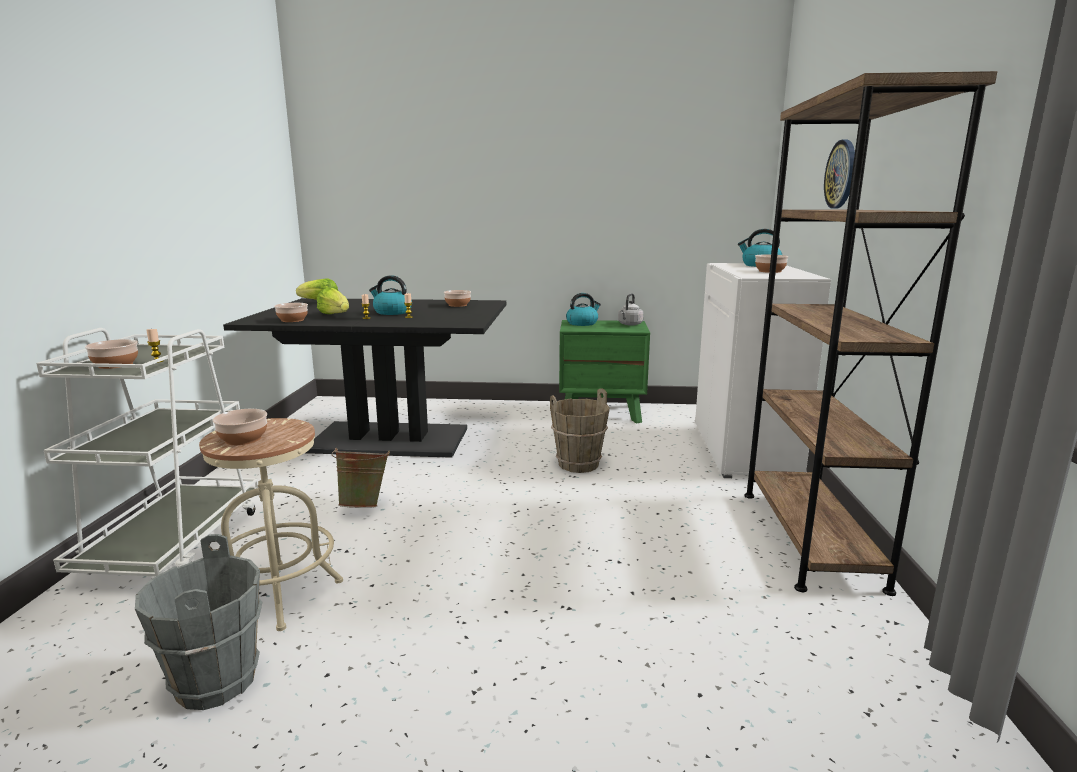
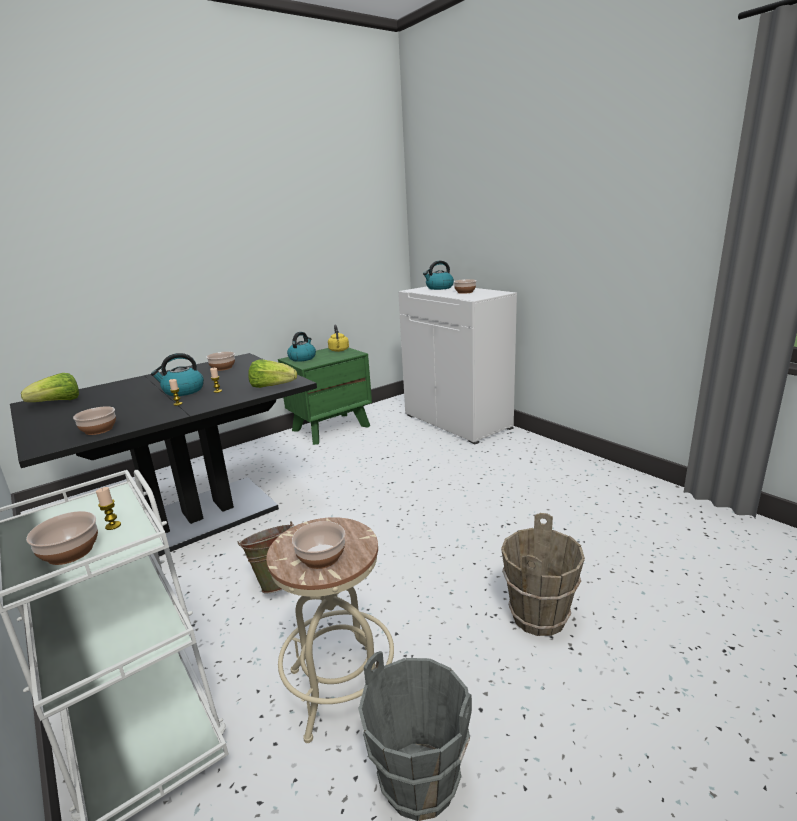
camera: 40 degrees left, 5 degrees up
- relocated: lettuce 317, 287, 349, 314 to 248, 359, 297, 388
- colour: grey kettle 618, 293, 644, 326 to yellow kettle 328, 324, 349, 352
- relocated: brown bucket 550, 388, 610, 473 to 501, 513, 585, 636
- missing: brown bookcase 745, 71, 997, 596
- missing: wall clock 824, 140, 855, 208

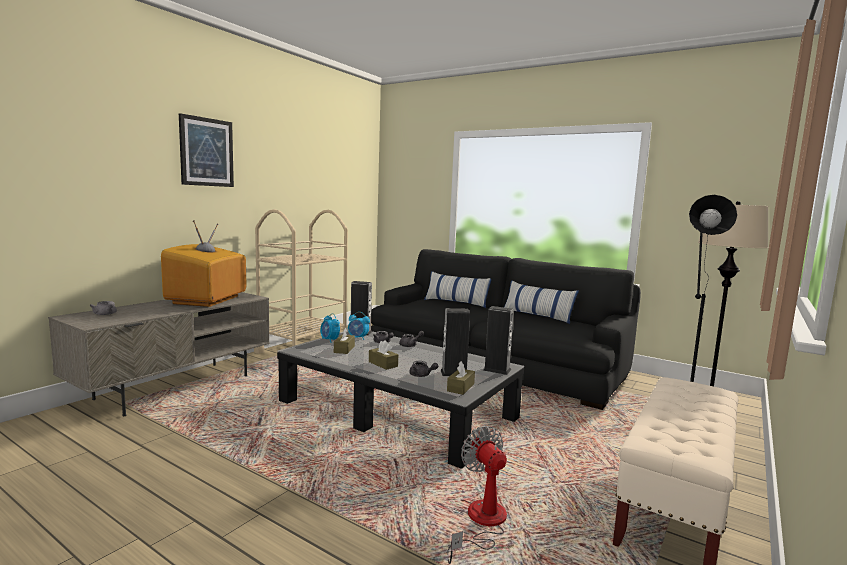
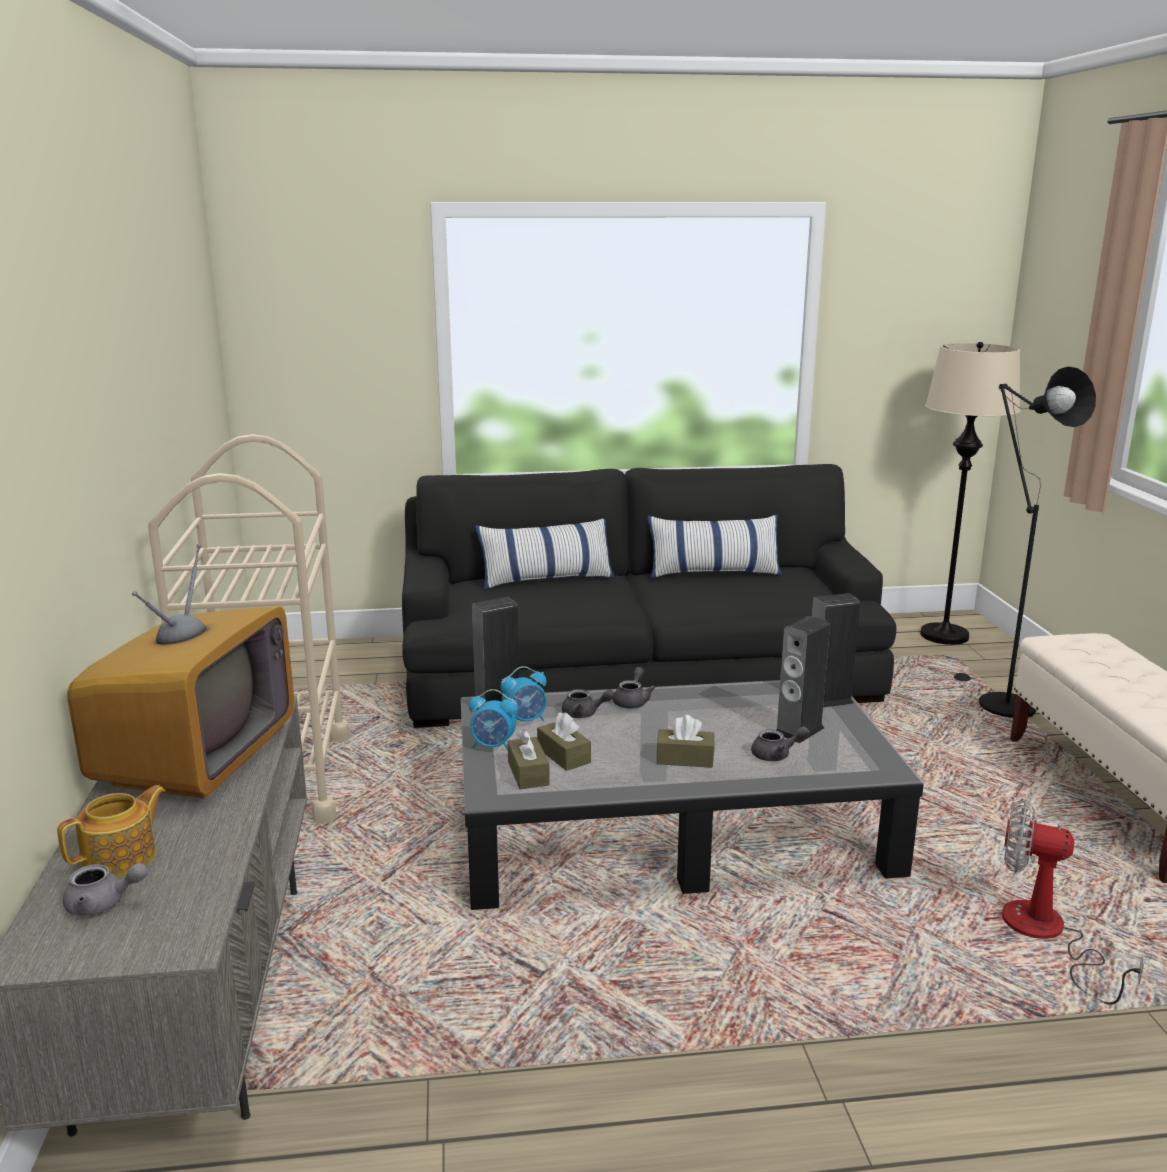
camera: 40 degrees left, 10 degrees up
- appeared: teapot 57, 785, 166, 877
- spun: television 161, 220, 246, 307 = 67, 544, 294, 798 135 degrees counterclockwise
- relocated: brown tissue box 447, 361, 475, 395 to 507, 729, 550, 789
- missing: picture 179, 113, 234, 187

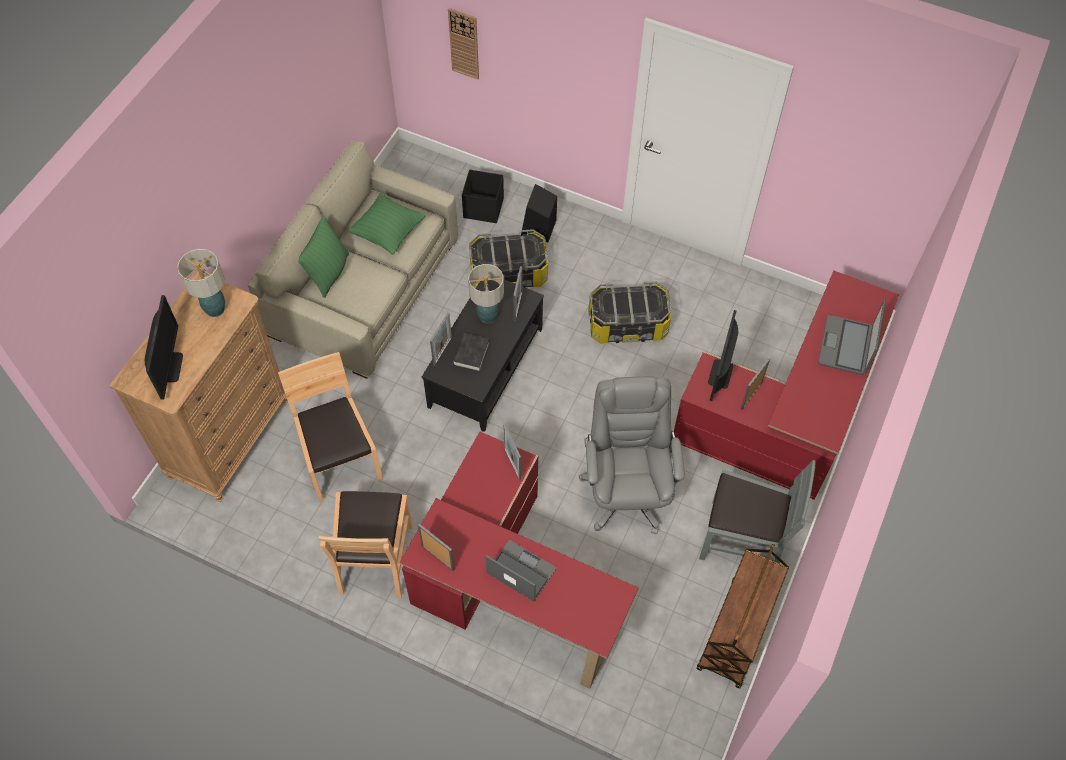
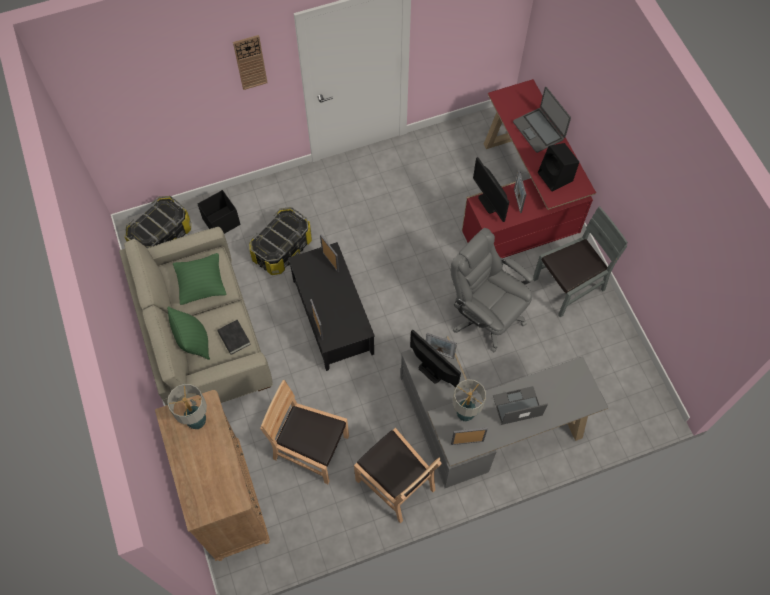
camera: 45 degrees left, 5 degrees up
- relocated: storage box 588, 281, 672, 343 to 125, 196, 191, 248
- relocated: black book 453, 333, 489, 372 to 217, 320, 251, 355
- relocated: wall clock 448, 8, 479, 79 to 233, 35, 268, 90
- colour: red desk 399, 432, 639, 689 to grey desk 401, 336, 608, 488
- relocated: monitor 145, 295, 183, 400 to 410, 330, 461, 388
- relocated: table lamp 468, 264, 504, 324 to 453, 379, 486, 421
- relocated: black speaker 521, 184, 557, 242 to 538, 143, 579, 191
- missing: brown cart 697, 544, 789, 689

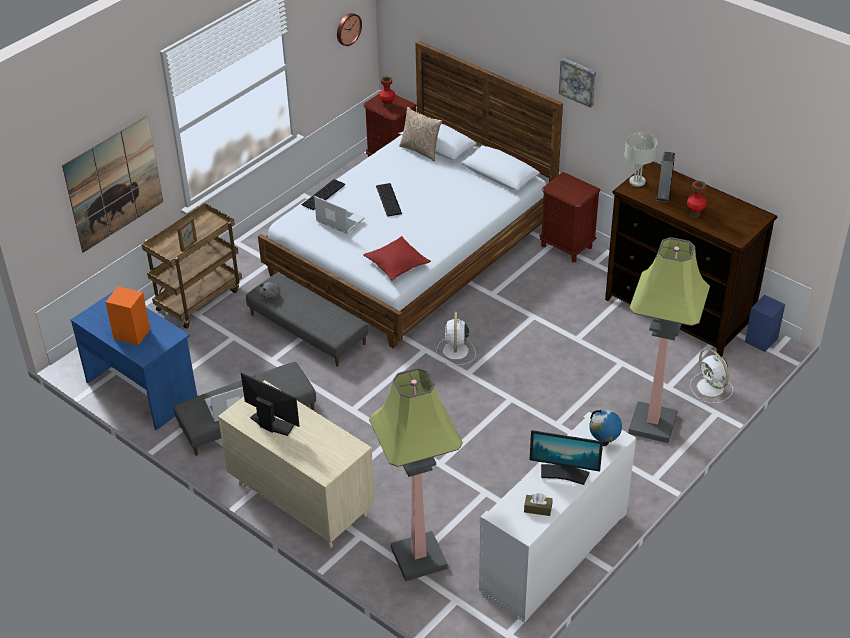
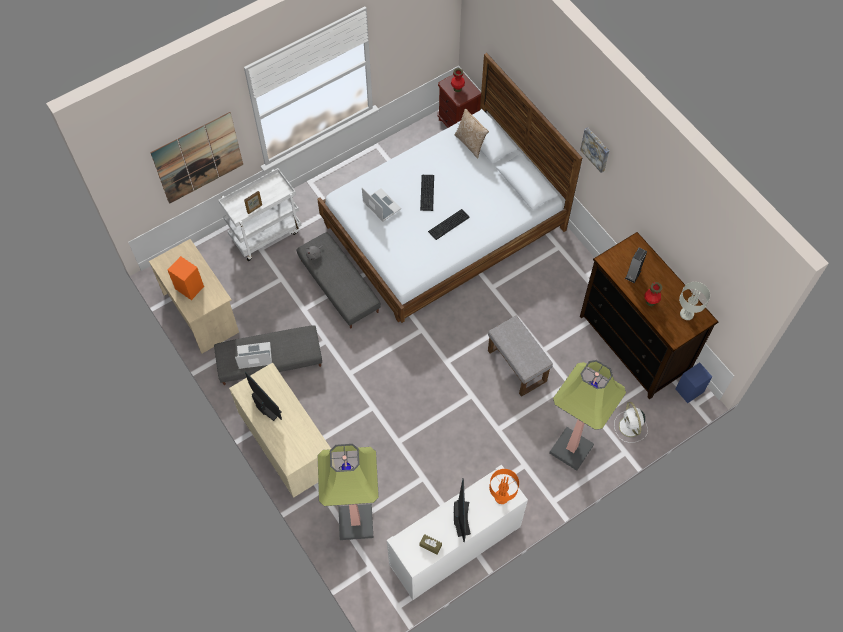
camera: 15 degrees right, 20 degrees up
- colour: blue desk 71, 290, 197, 430 to beige desk 149, 239, 239, 353
- colour: brown cart 142, 203, 242, 329 to white cart 218, 168, 302, 261
- relocated: keyboard 301, 179, 345, 210 to 428, 209, 470, 240
- spun: monitor 530, 430, 603, 485 = 454, 478, 471, 542 120 degrees counterclockwise
- appeared: grey ottoman 488, 316, 553, 397
- exchanged: globe 590, 410, 622, 446 to orange table lamp 489, 469, 519, 504
- relocated: grey table lamp 625, 133, 658, 187 to 679, 282, 710, 320
- missing: wall clock 337, 13, 362, 46
- missing: red pillow 363, 236, 431, 281
- missing: white fan 436, 312, 476, 365
- missing: brown nightstand 539, 172, 601, 262

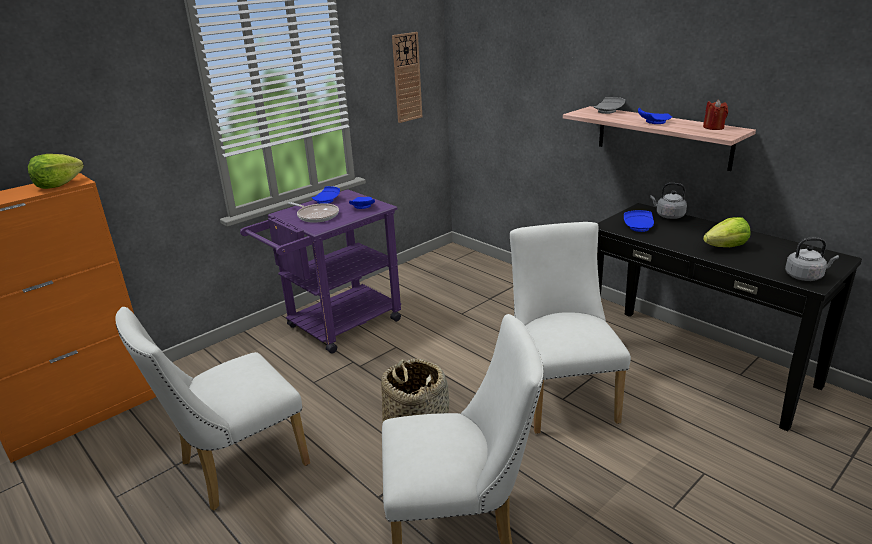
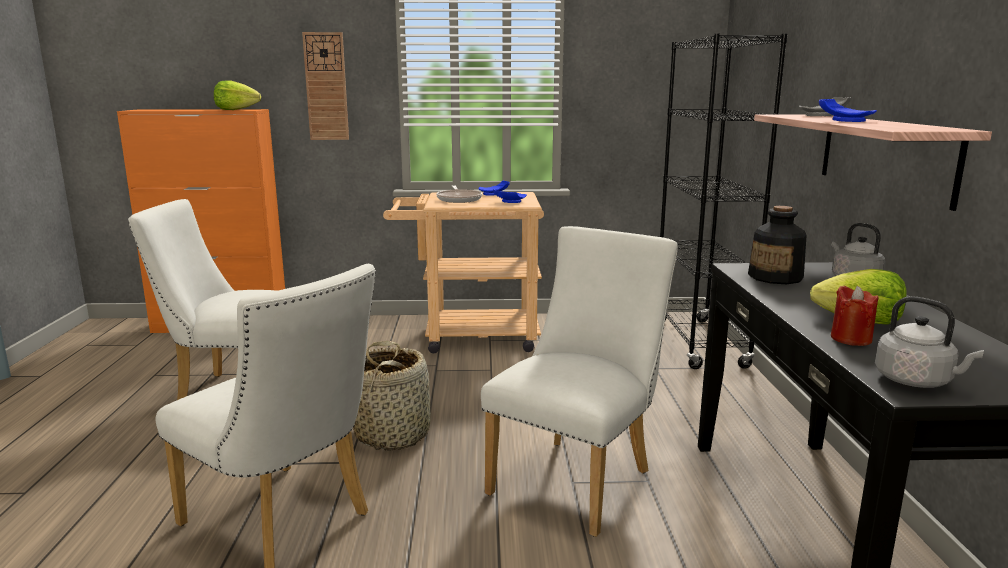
camera: 40 degrees right, 10 degrees down
- relocated: wall clock 392, 32, 422, 123 to 302, 32, 349, 140
- colour: purple cart 240, 189, 401, 354 to beige cart 383, 192, 544, 354
- appeared: black bookcase 660, 34, 787, 369
- exchanged: blue plate 624, 210, 654, 232 to bottle 748, 206, 807, 284
- relocated: red candle 703, 100, 728, 130 to 831, 286, 879, 346

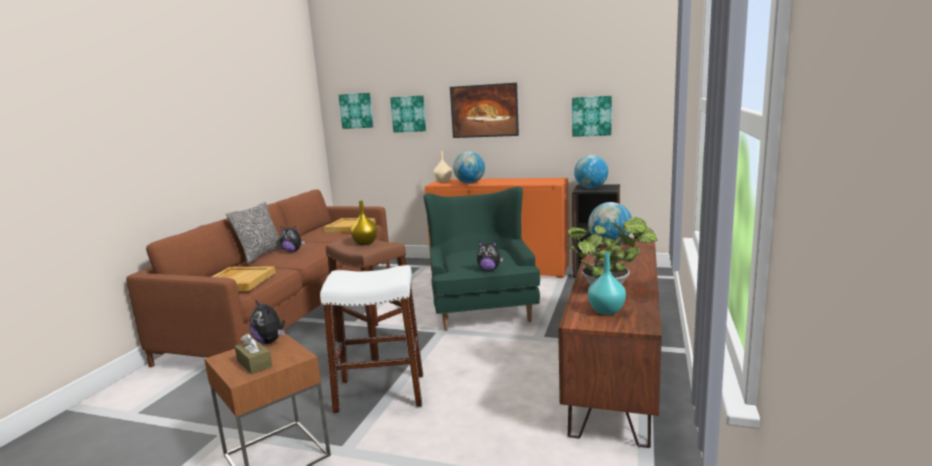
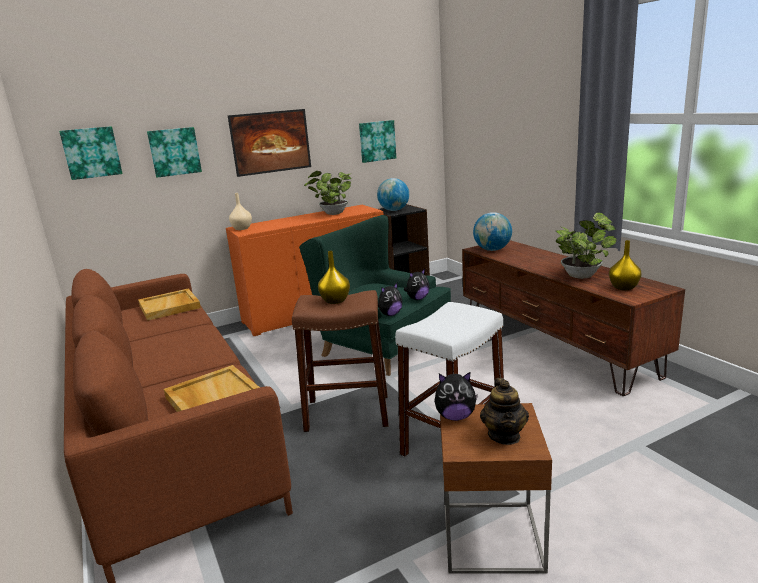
camera: 45 degrees left, 5 degrees up
- appeared: potted plant 304, 171, 352, 215
- relocated: plush toy 280, 226, 305, 252 to 378, 283, 403, 316
- exchanged: brown tissue box 235, 333, 272, 374 to teapot 480, 378, 529, 445
- colour: turquoise vase 588, 253, 626, 315 to yellow vase 609, 240, 642, 290
- missing: pillow 226, 202, 283, 263
- missing: globe 453, 152, 485, 184

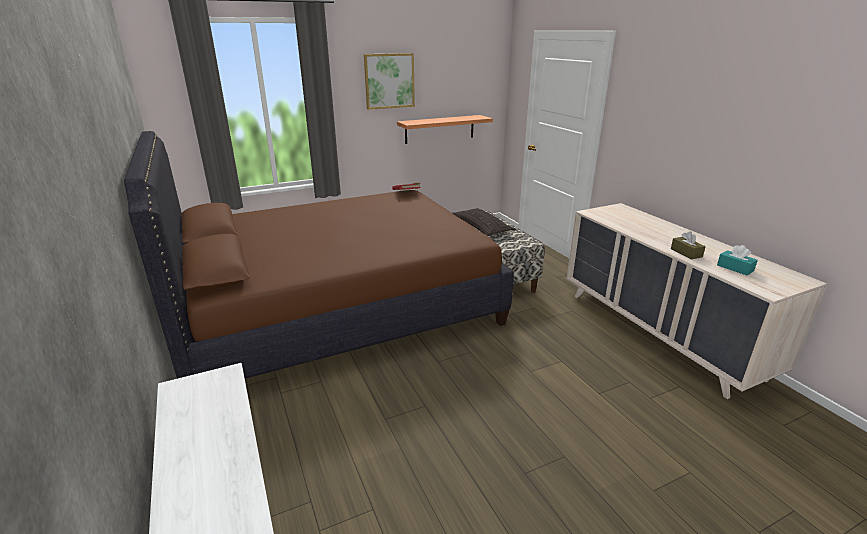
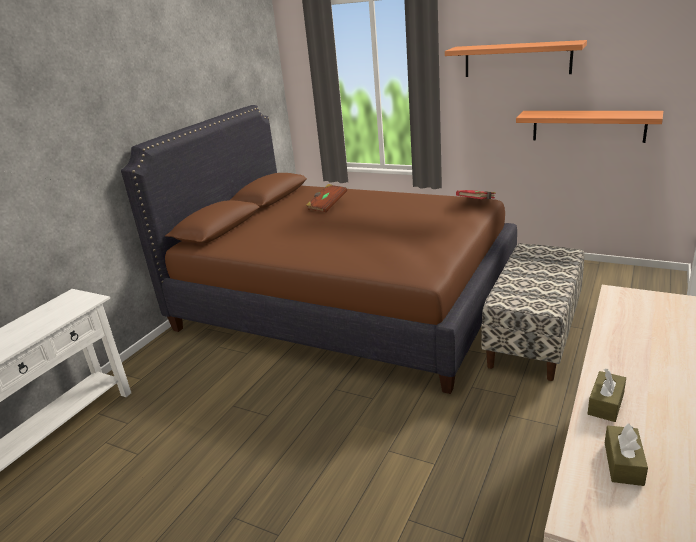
camera: 55 degrees right, 0 degrees up
- appeared: brown book 306, 184, 347, 213
- exchanged: picture 364, 53, 415, 110 to shelf 445, 40, 587, 77
- colour: turquoise tissue box 717, 245, 758, 275 to brown tissue box 605, 423, 648, 486
- missing: pillow 452, 208, 516, 236

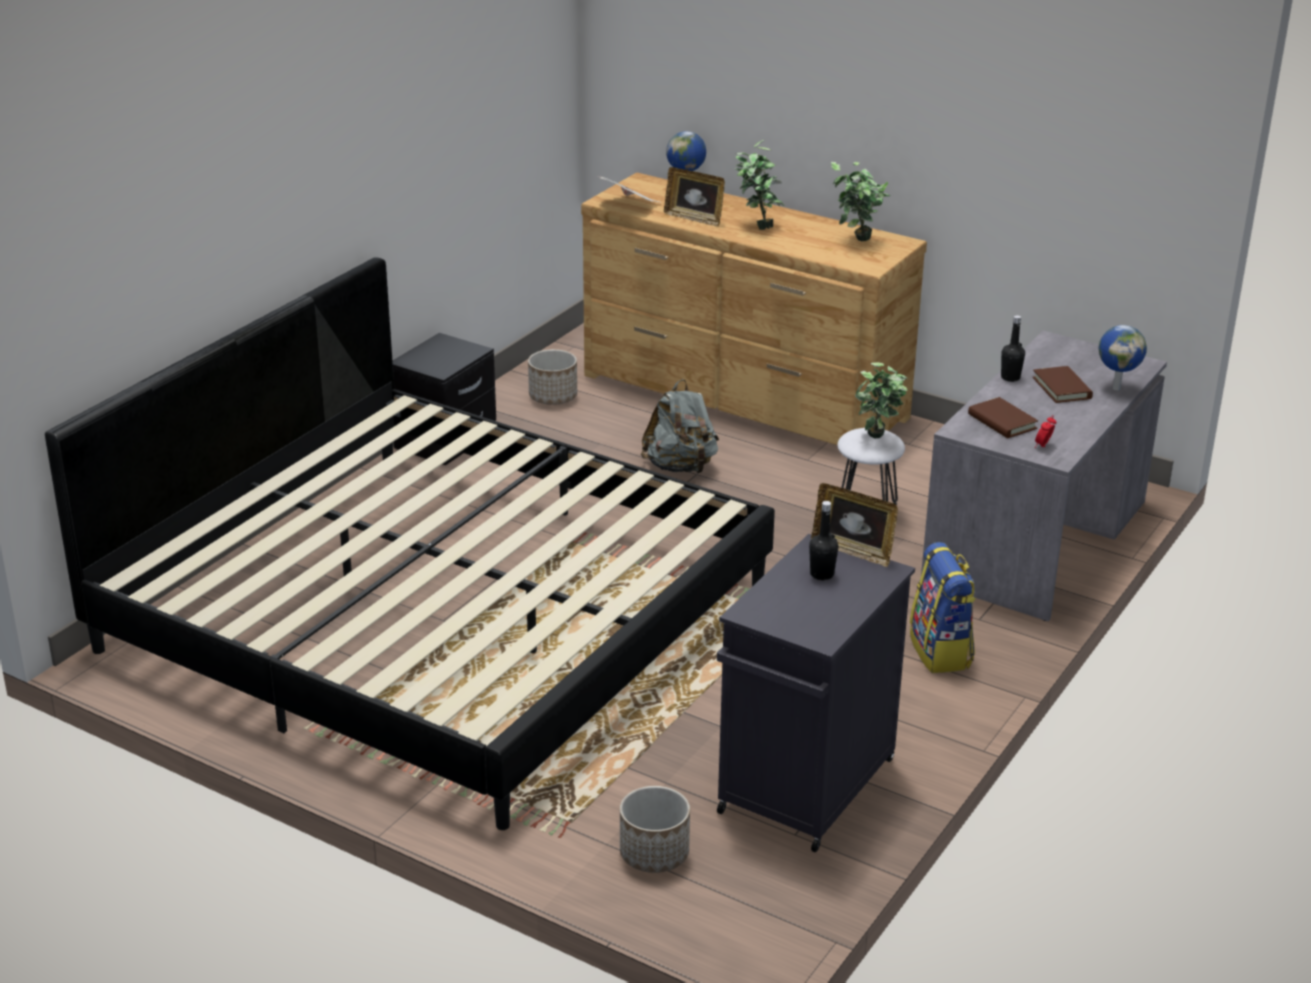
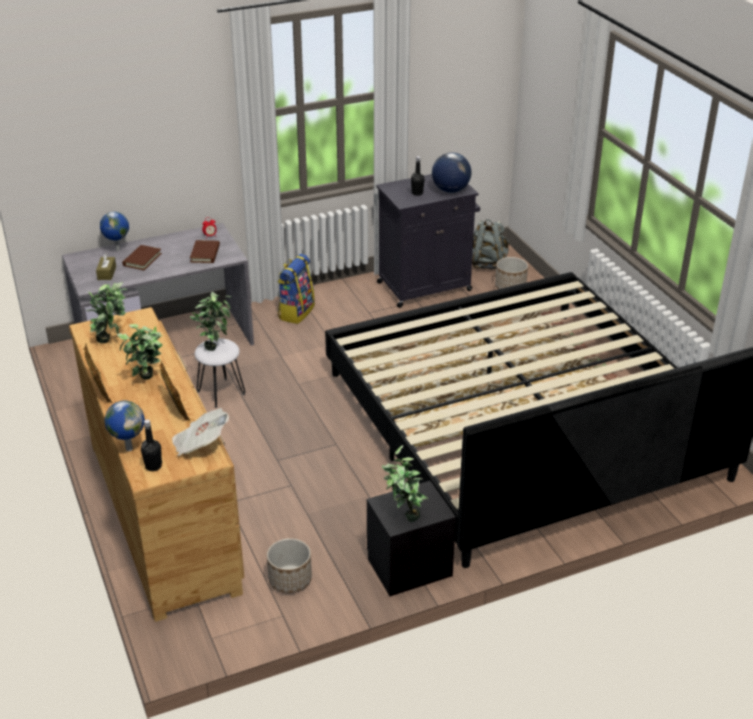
camera: 145 degrees left, 5 degrees up
- relocated: picture frame 811, 483, 898, 567 to 84, 344, 112, 403
- appeared: brown tissue box 96, 253, 116, 280
- relocated: black bottle 1001, 315, 1025, 382 to 141, 419, 162, 471
- appeared: potted plant 382, 445, 428, 522
- appeared: globe 432, 152, 471, 193
- relocated: grey backpack 641, 379, 719, 474 to 472, 219, 509, 269

